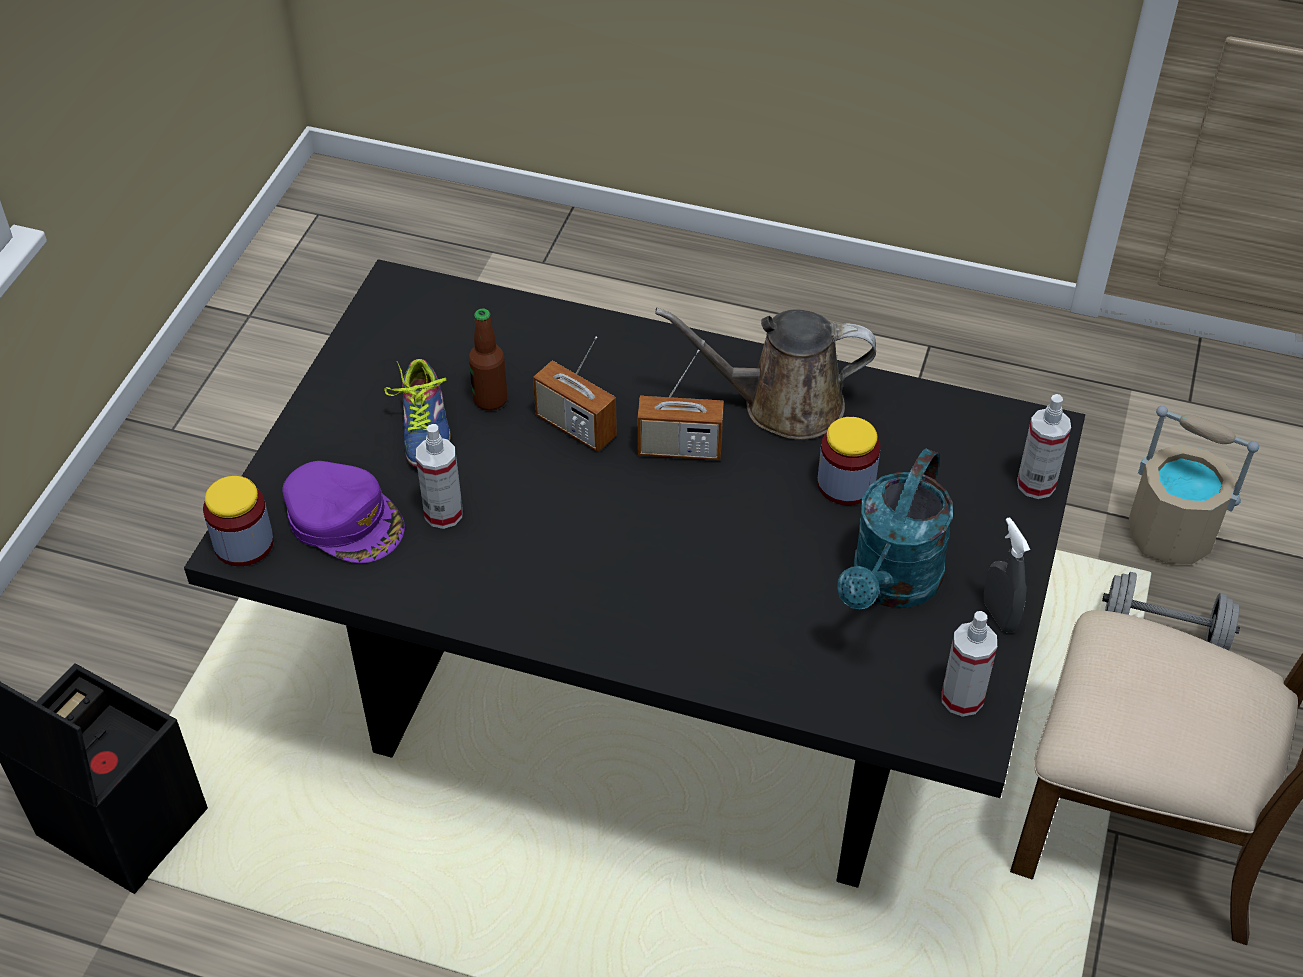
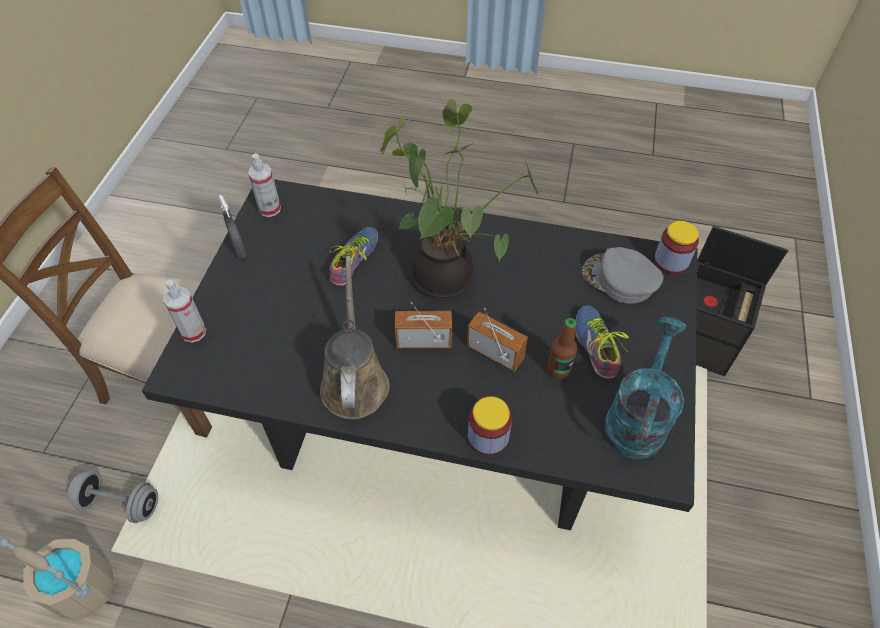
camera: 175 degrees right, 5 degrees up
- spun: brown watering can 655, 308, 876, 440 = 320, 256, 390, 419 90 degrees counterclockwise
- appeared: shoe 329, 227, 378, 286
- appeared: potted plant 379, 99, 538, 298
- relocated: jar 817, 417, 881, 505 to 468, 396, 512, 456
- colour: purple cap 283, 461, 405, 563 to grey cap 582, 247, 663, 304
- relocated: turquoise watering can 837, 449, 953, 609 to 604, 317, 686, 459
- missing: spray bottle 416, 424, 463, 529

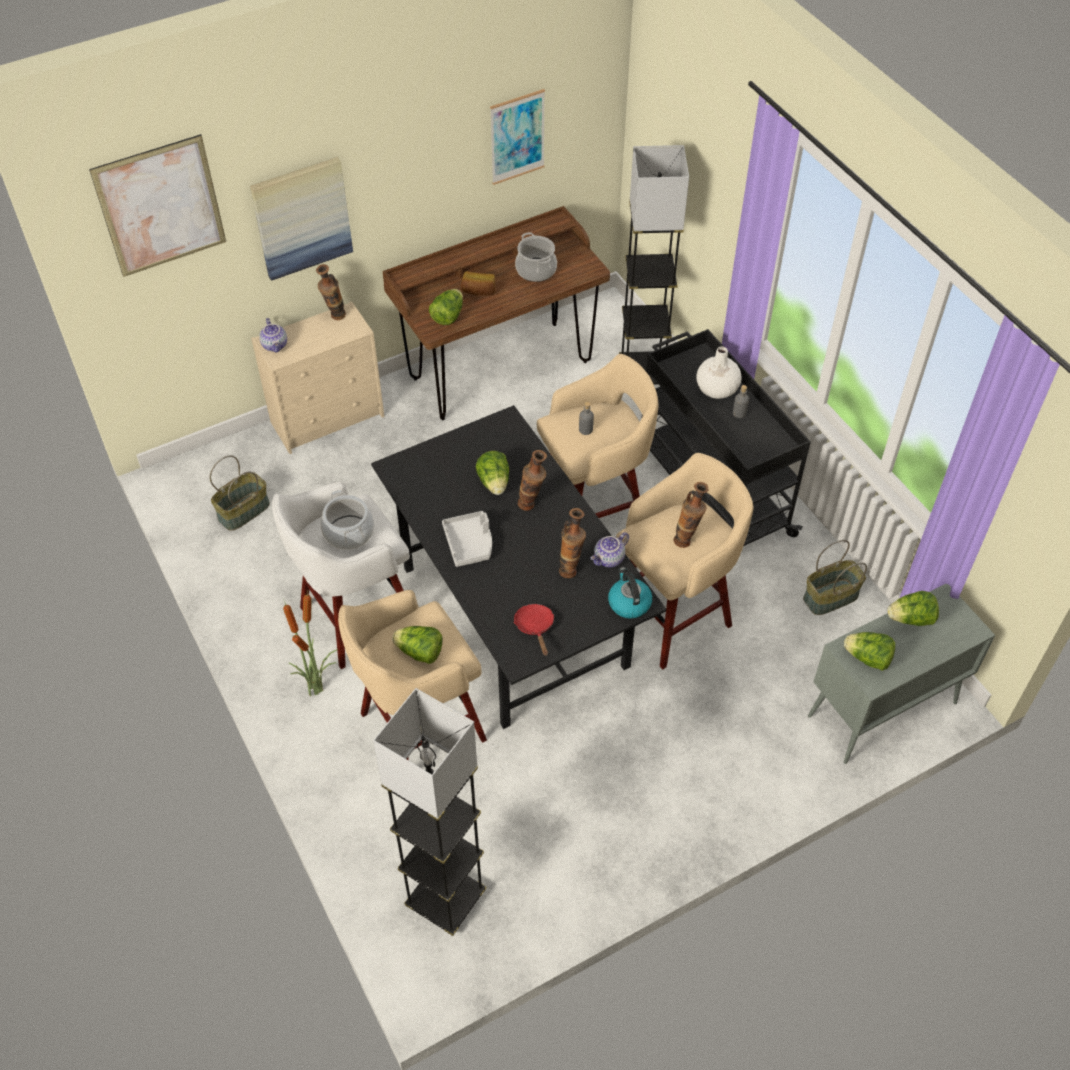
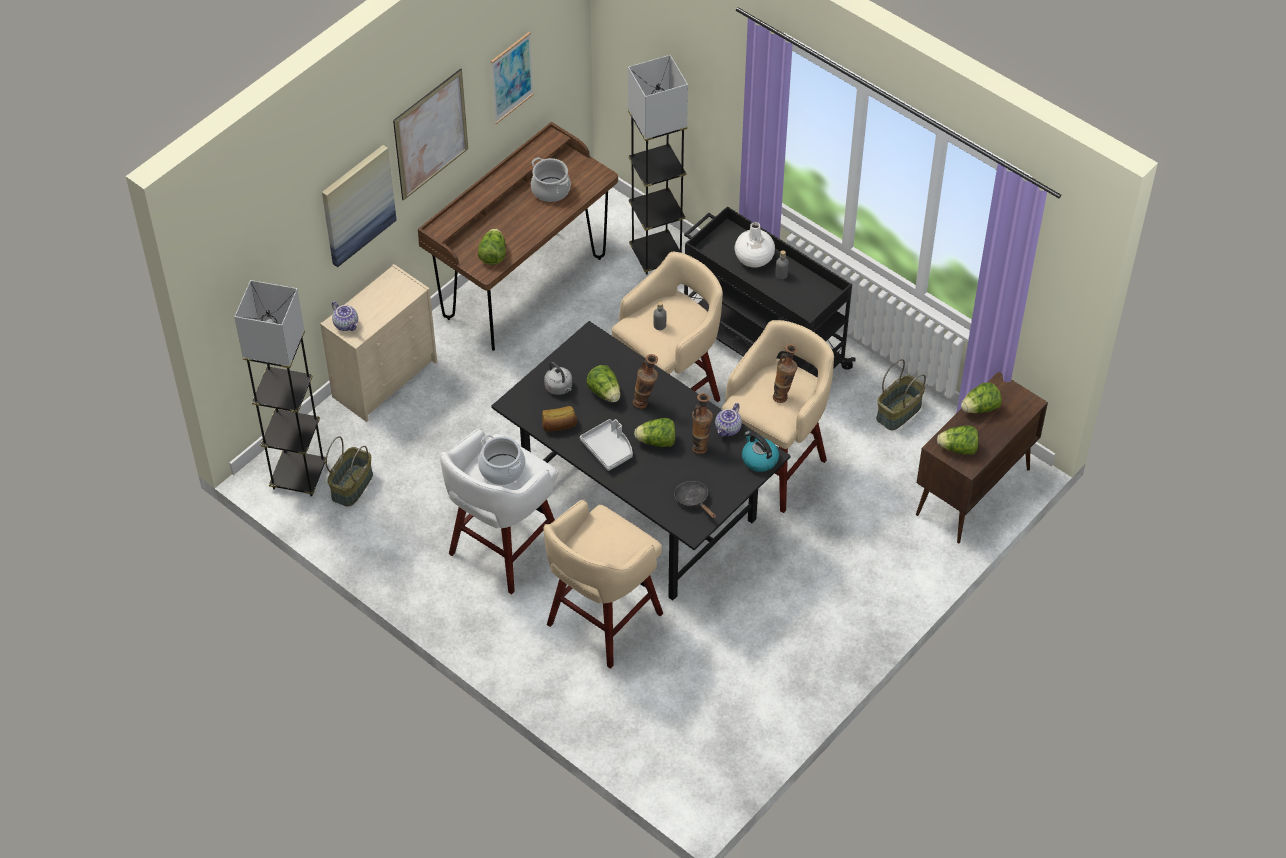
camera: 20 degrees left, 0 degrees up
- relocated: grey floor lamp 373, 688, 486, 936 to 234, 280, 326, 497
- relocated: picture 89, 134, 226, 277 to 393, 69, 468, 201
- relocated: bread 461, 271, 495, 295 to 542, 406, 577, 431
- appeared: grey kettle 544, 362, 572, 395
- relocated: lettuce 392, 626, 442, 664 to 634, 418, 676, 447
- colour: red frying pan 514, 604, 554, 656 to black frying pan 674, 481, 716, 519
- colour: grey cabinet 808, 584, 995, 764 to brown cabinet 916, 372, 1048, 543
- missing: potted plant 283, 591, 338, 697
- missing: vase 316, 264, 346, 320

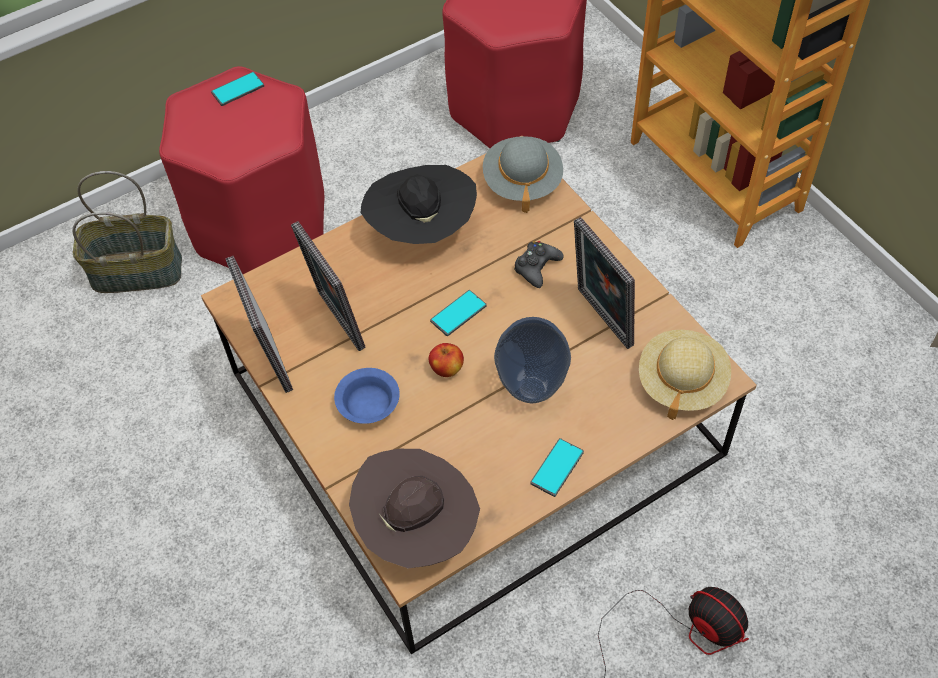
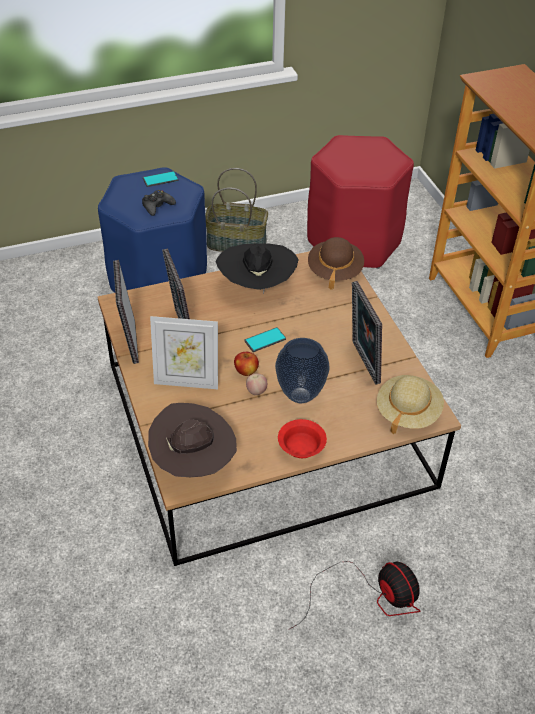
camera: 10 degrees right, 10 degrees down
- colour: red stool 159, 66, 325, 274 to blue stool 98, 167, 207, 292
- relocated: black game controller 514, 241, 564, 288 to 142, 190, 176, 216
- exchanged: blue bowl 334, 368, 400, 424 to picture frame 150, 316, 218, 389
- relocated: basket 73, 171, 182, 293 to 205, 168, 268, 252
- appeared: apple 246, 373, 267, 395
- exchanged: phone 530, 438, 584, 497 to red bowl 278, 419, 327, 458
- colour: grey hat 483, 136, 563, 213 to brown hat 308, 237, 364, 290

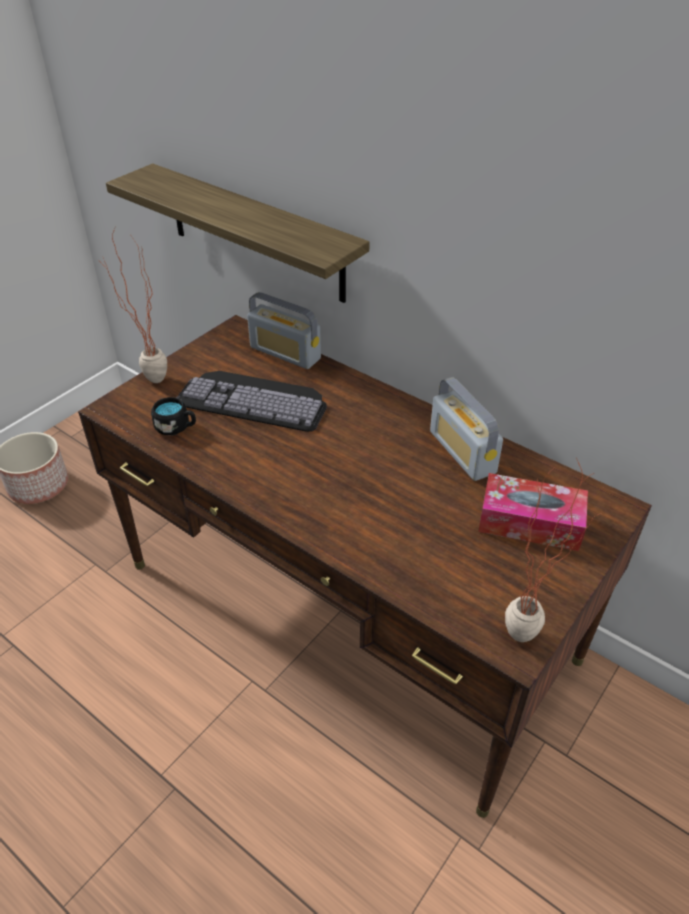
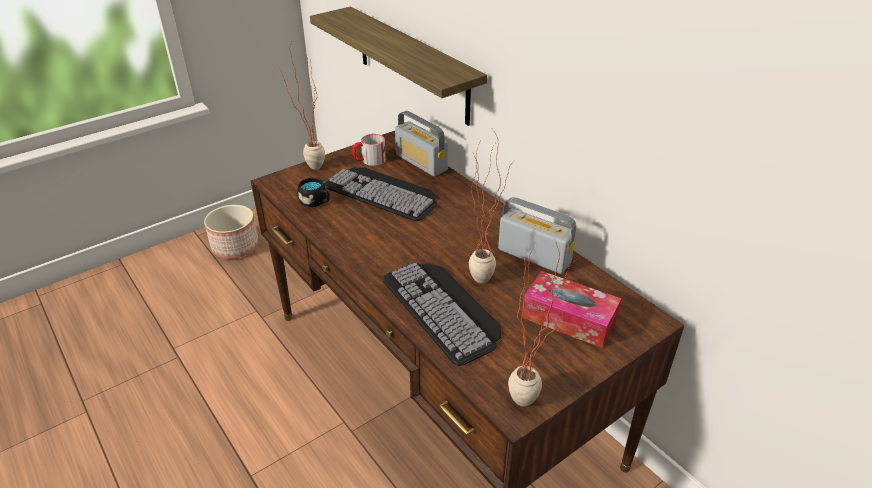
camera: 15 degrees right, 5 degrees down
- appeared: mug 352, 134, 386, 166
- appeared: keyboard 382, 263, 501, 366
- appeared: potted plant 469, 129, 514, 284
- spun: radio 430, 377, 503, 481 = 498, 197, 576, 274 135 degrees clockwise

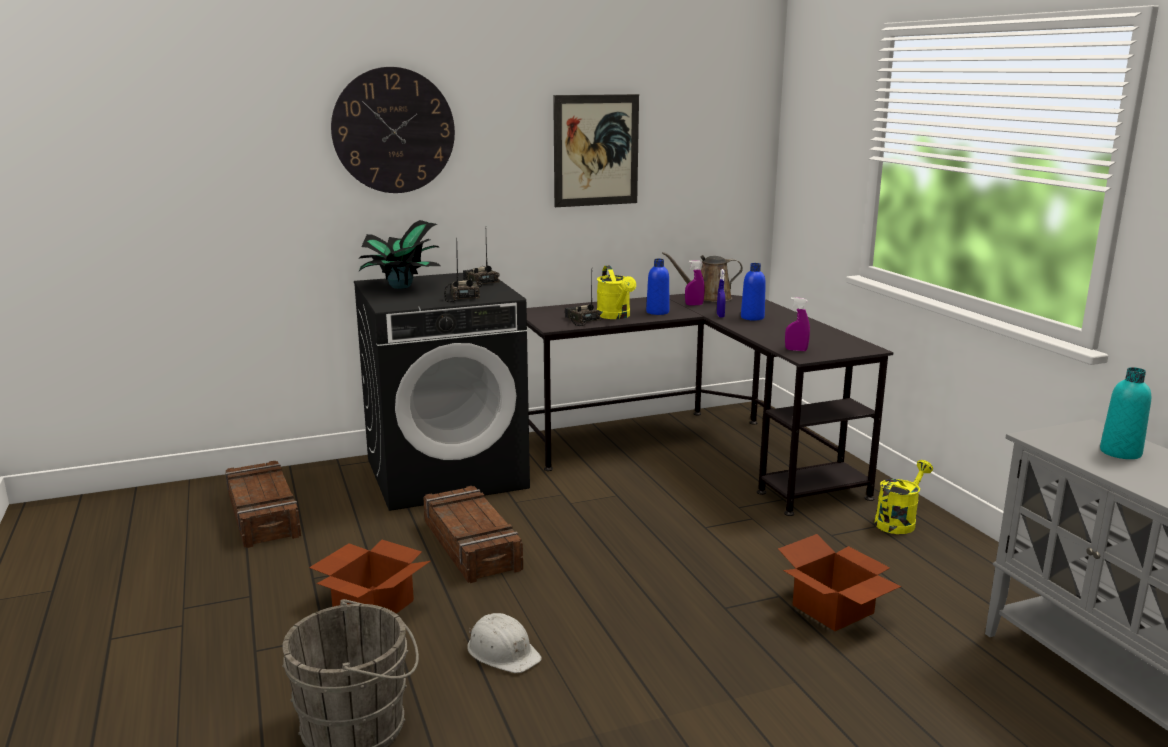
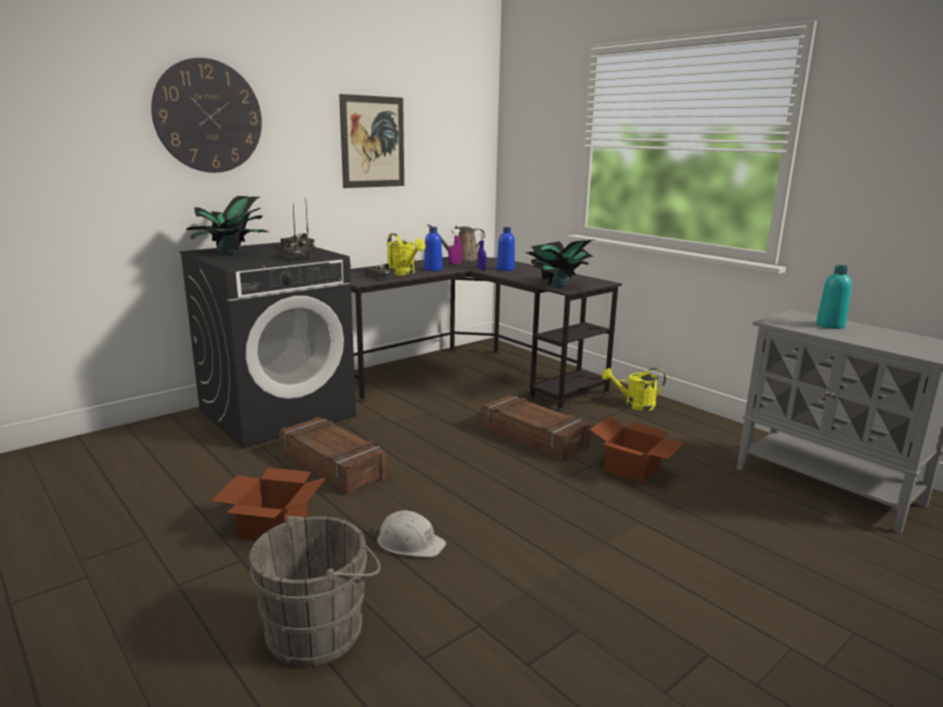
camera: 20 degrees left, 0 degrees up
- relocated: crate 226, 461, 301, 548 to 480, 395, 591, 461
- exchanged: purple spray bottle 785, 297, 810, 351 to potted plant 525, 239, 595, 288
- spun: yellow watering can 875, 460, 933, 534 = 602, 368, 666, 411 120 degrees counterclockwise

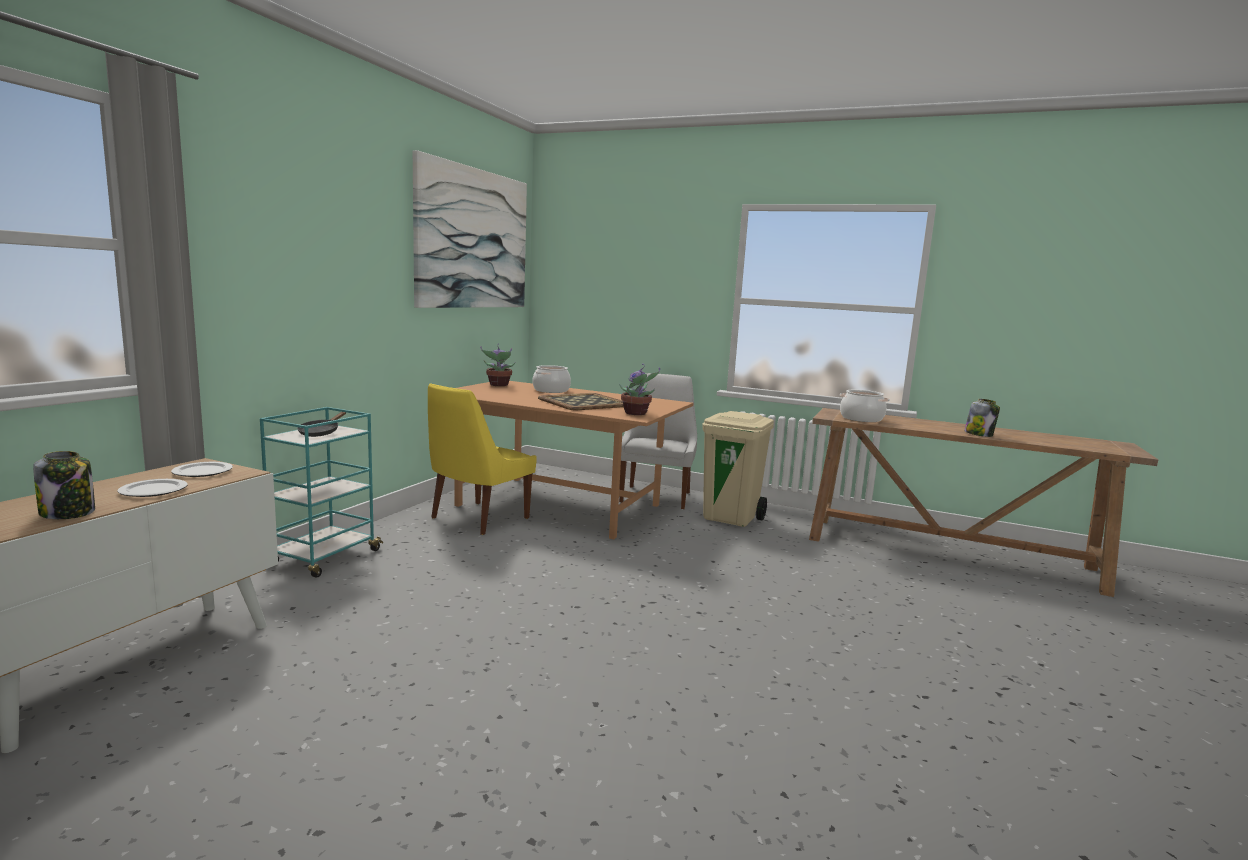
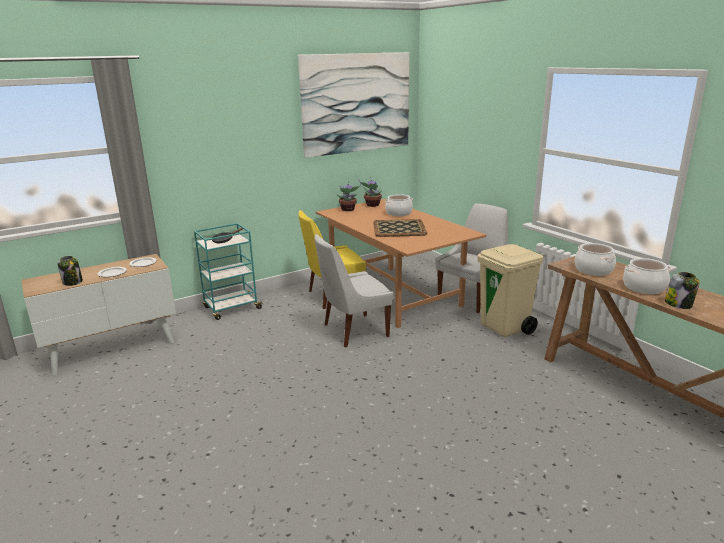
camera: 35 degrees right, 10 degrees up
- appeared: white chair 314, 234, 393, 347
- relocated: potted plant 619, 364, 660, 415 to 337, 181, 361, 211
- appeared: cooking pot 623, 258, 671, 294

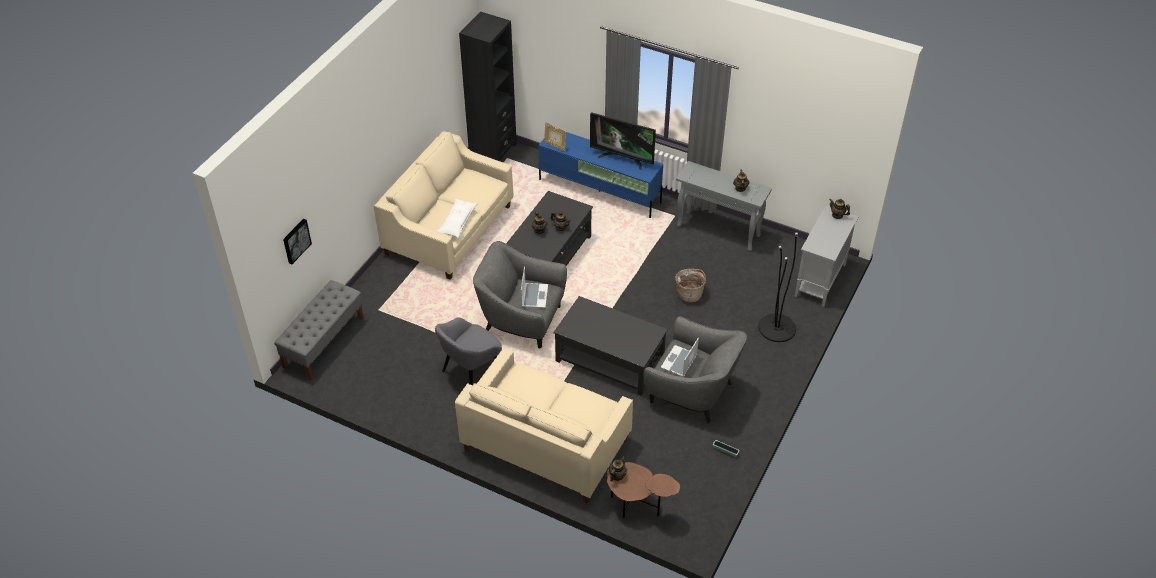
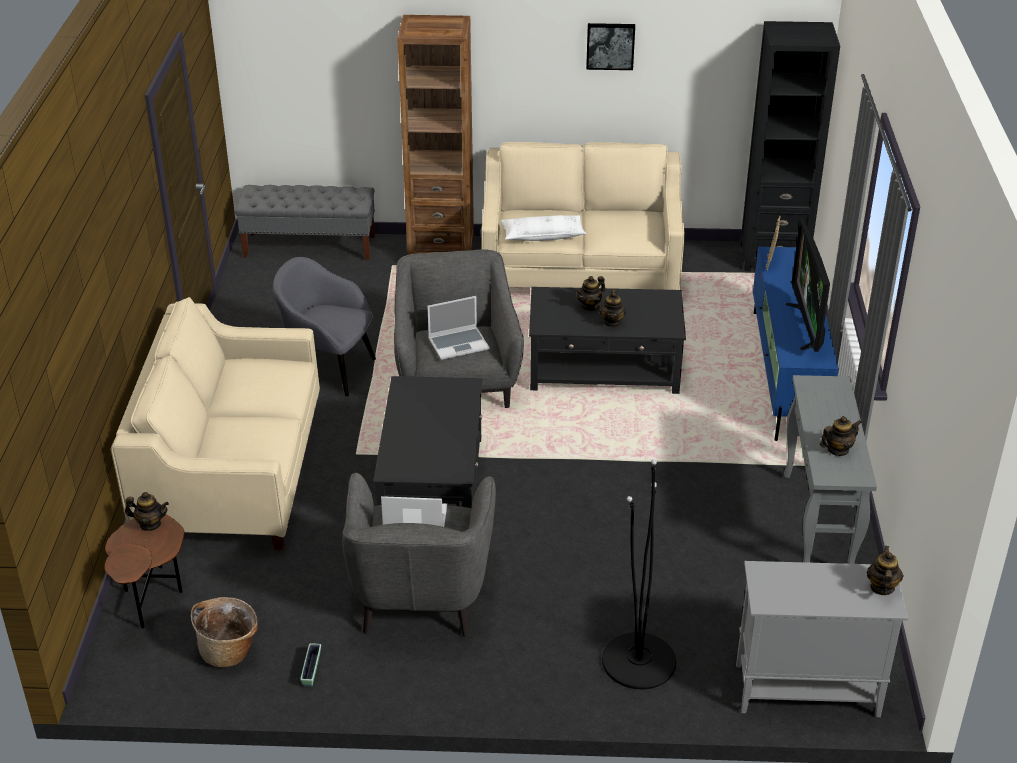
camera: 65 degrees right, 10 degrees down
- relocated: basket 675, 269, 706, 302 to 191, 597, 258, 667
- appeared: brown bookcase 397, 15, 474, 255
- relocated: picture 283, 219, 312, 264 to 586, 23, 635, 70

